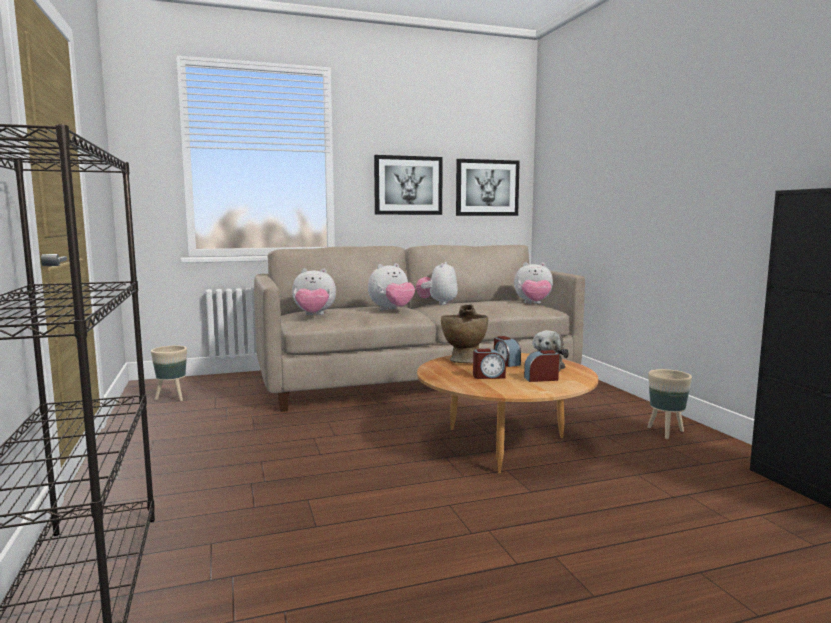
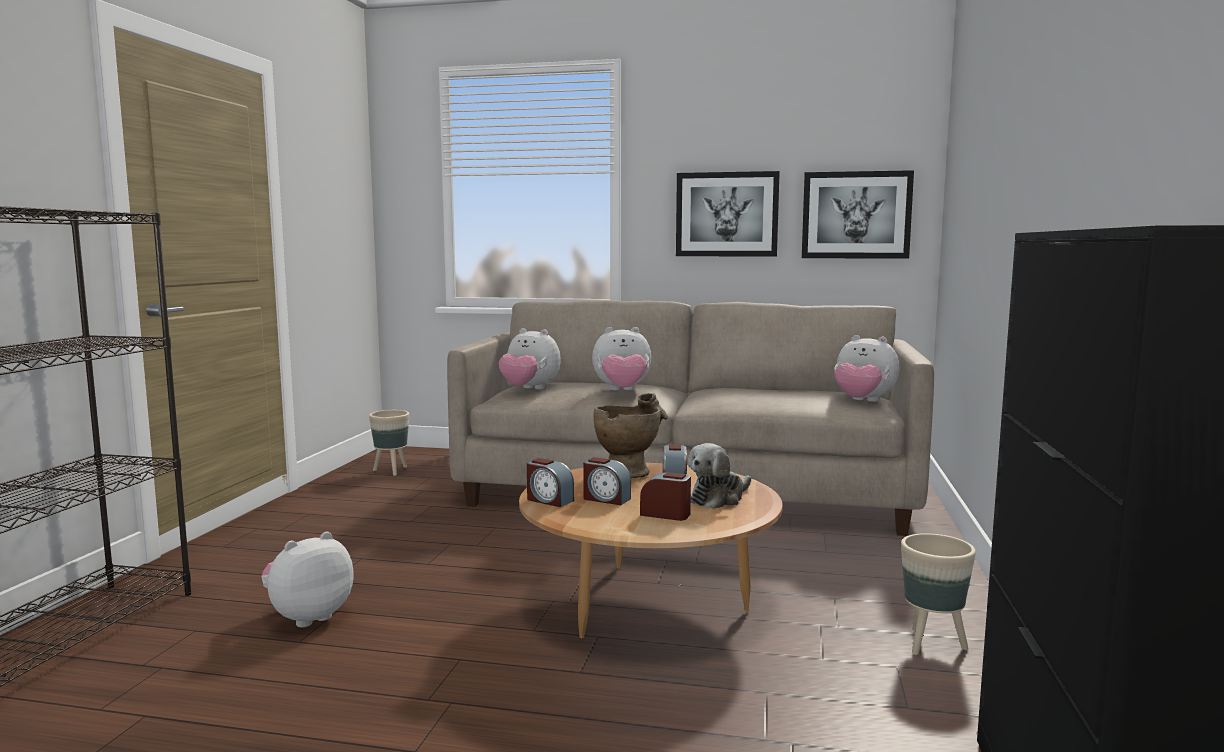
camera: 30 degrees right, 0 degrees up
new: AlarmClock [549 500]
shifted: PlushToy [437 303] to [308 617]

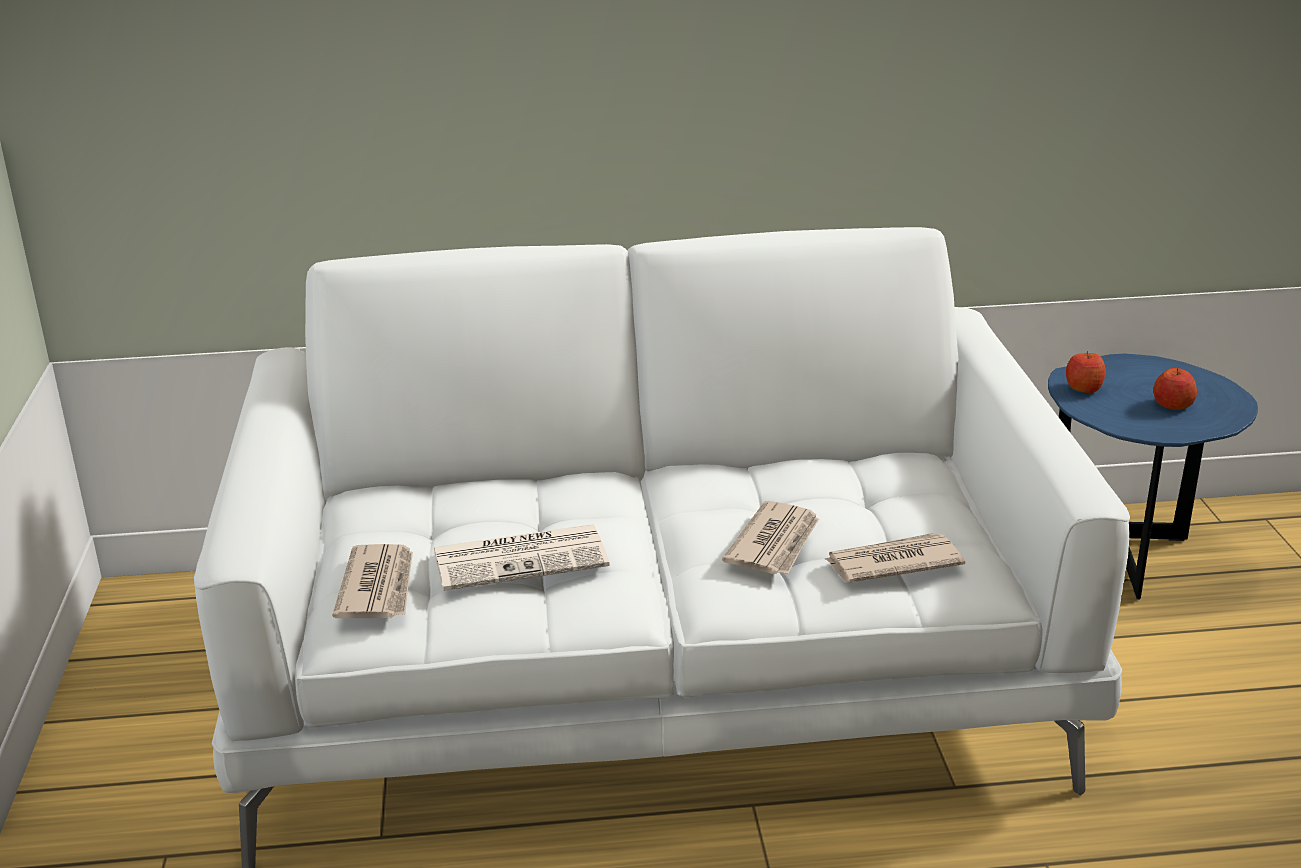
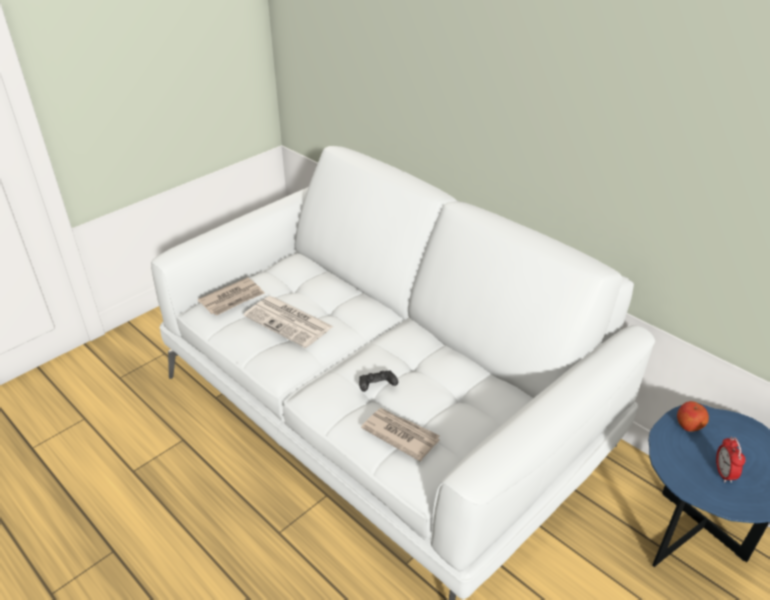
camera: 50 degrees right, 10 degrees up
swapped: Newspaper [775 543] to BlackGameController [377 387]; Apple [1172 405] to AlarmClock [723 473]

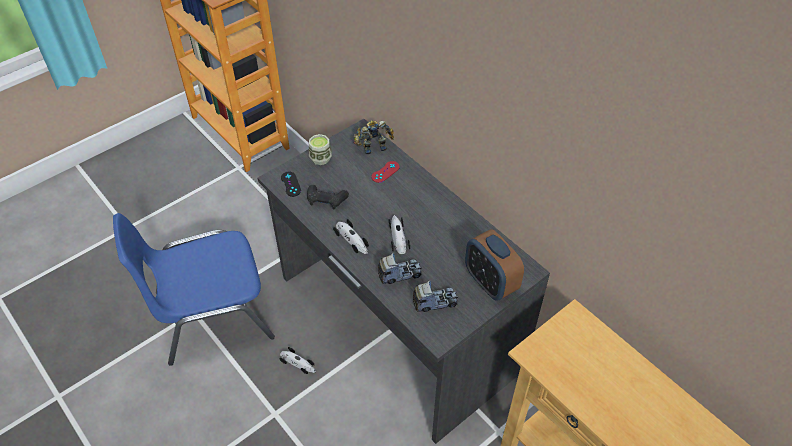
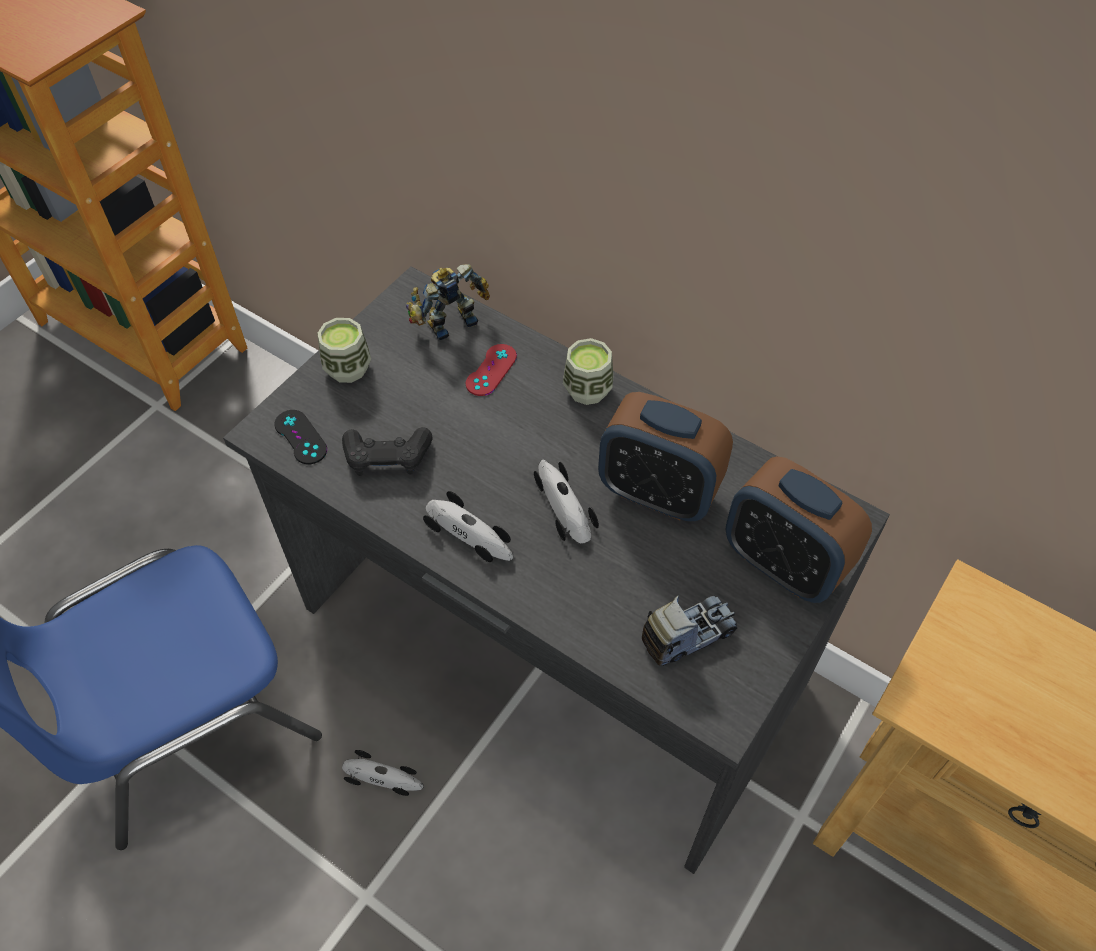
camera: 15 degrees left, 5 degrees up
gone: ToyTruck [399 274]
new: Cup [587 389]; AlarmClock [658 493]

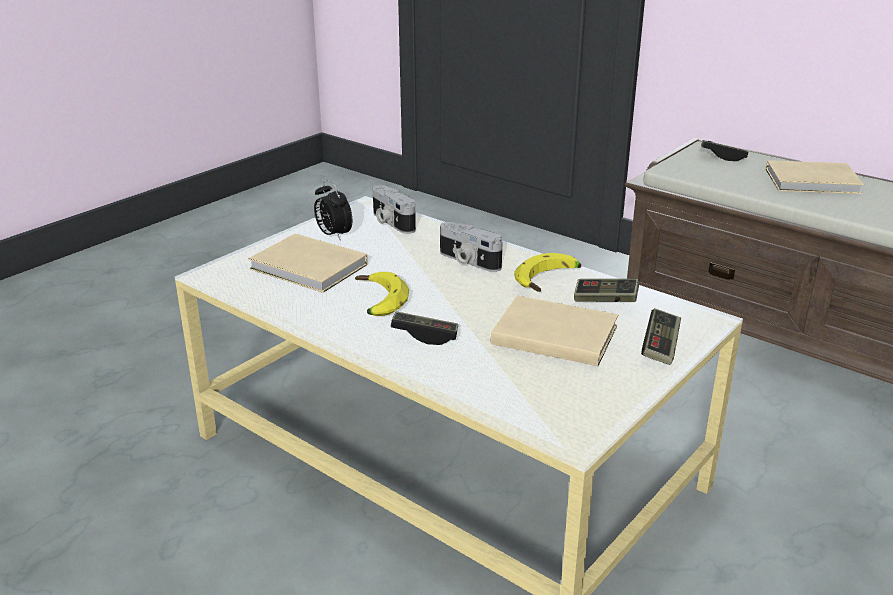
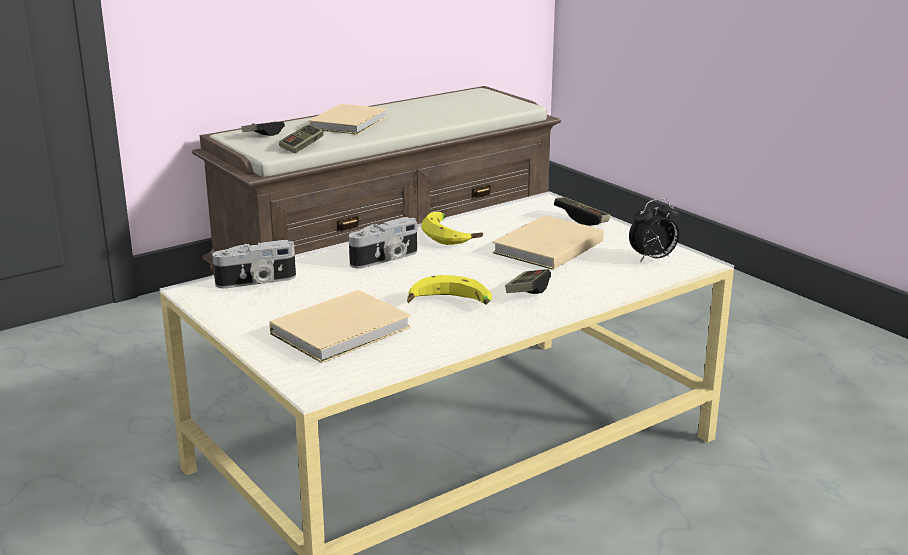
camera: 75 degrees left, 5 degrees down
shifted: AlarmClock [333 235] to [652 259]; GameController [605 300] to [302 147]

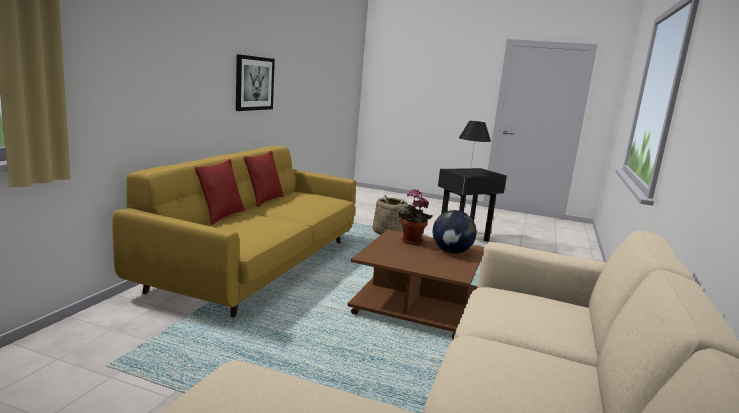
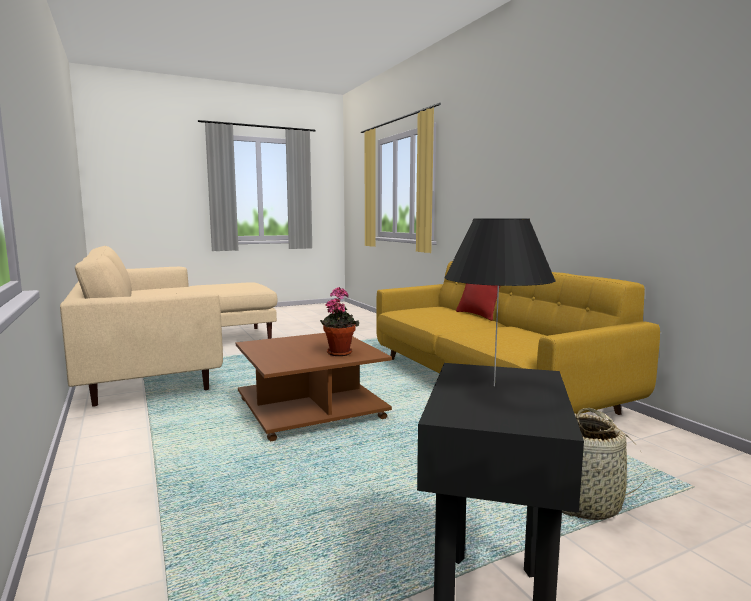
camera: 135 degrees right, 5 degrees down
gone: Picture [254 83]; RedPillow [265 200]; Globe [451 252]

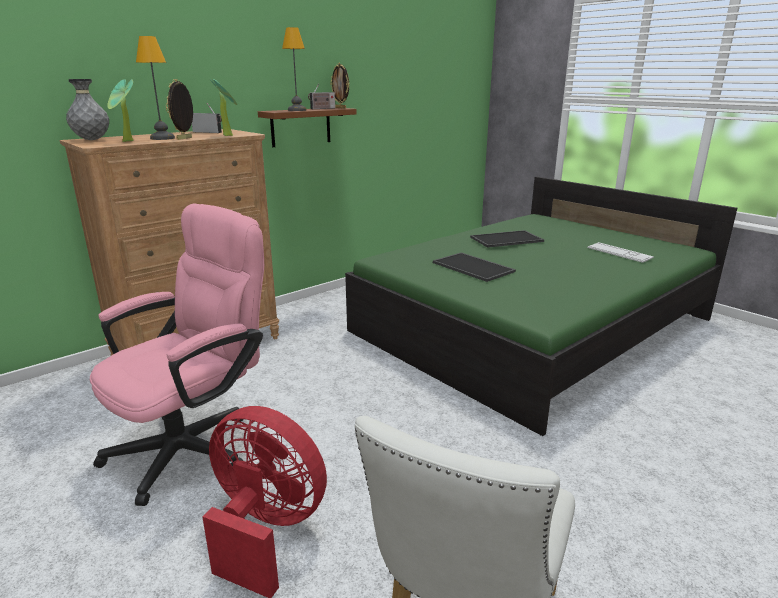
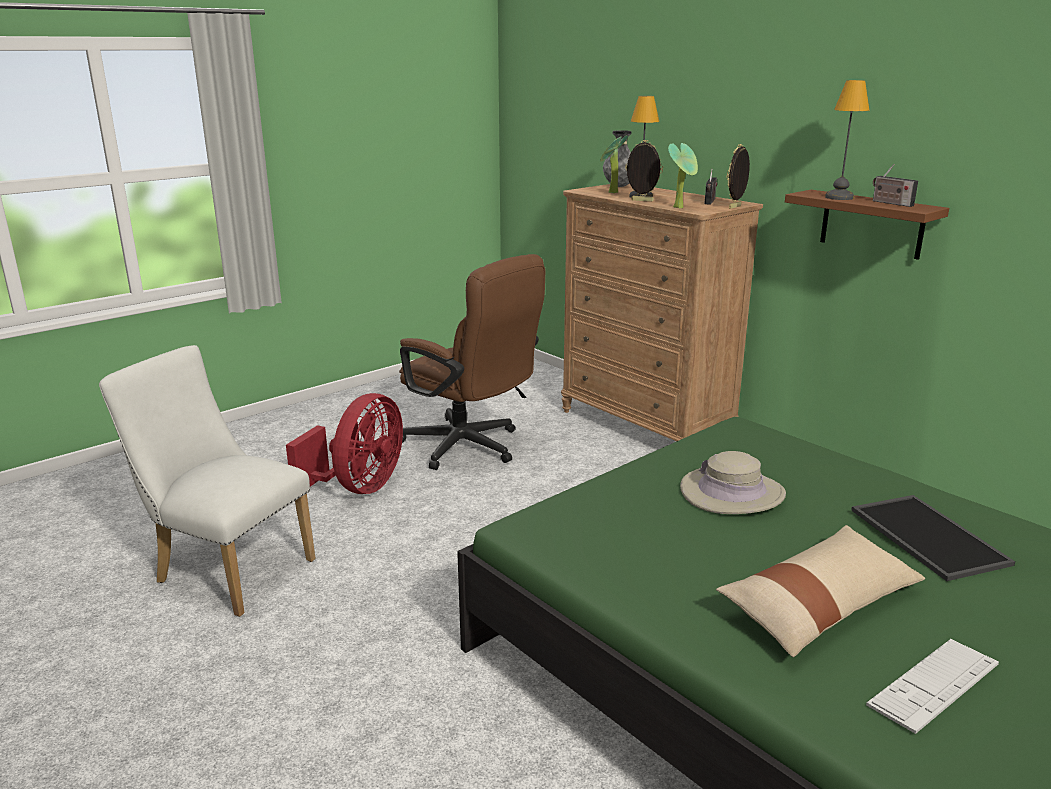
camera: 90 degrees right, 0 degrees up
new: BeigePillow [819 605]
shifted: PictureFrame [341 108] to [735 207]
swapped: Tray [474 267] to BeigeHat [732 493]
repainted: PinkOfficeChair [194 444] to BrownOfficeChair [470 448]

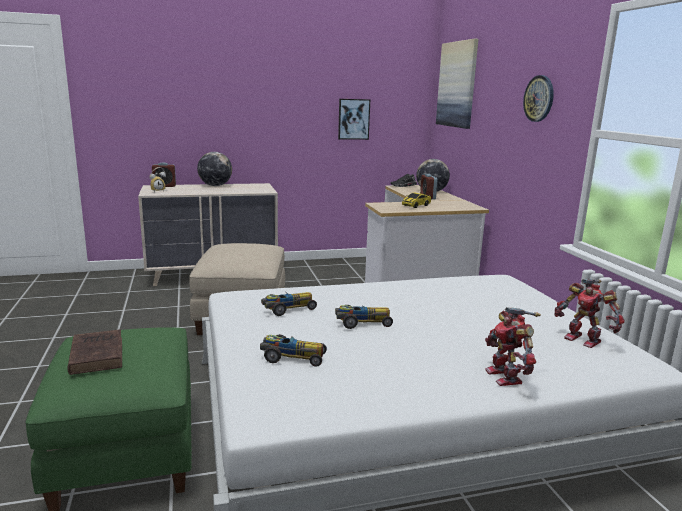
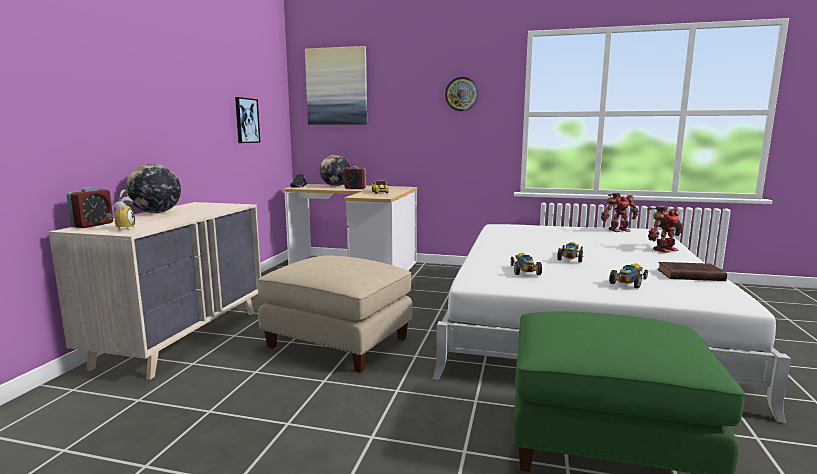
camera: 60 degrees left, 5 degrees down
shifted: BrownBook [97 355] to [688 275]
rotated: ToyRobot [506 376] = [663 249] 45 degrees counterclockwise

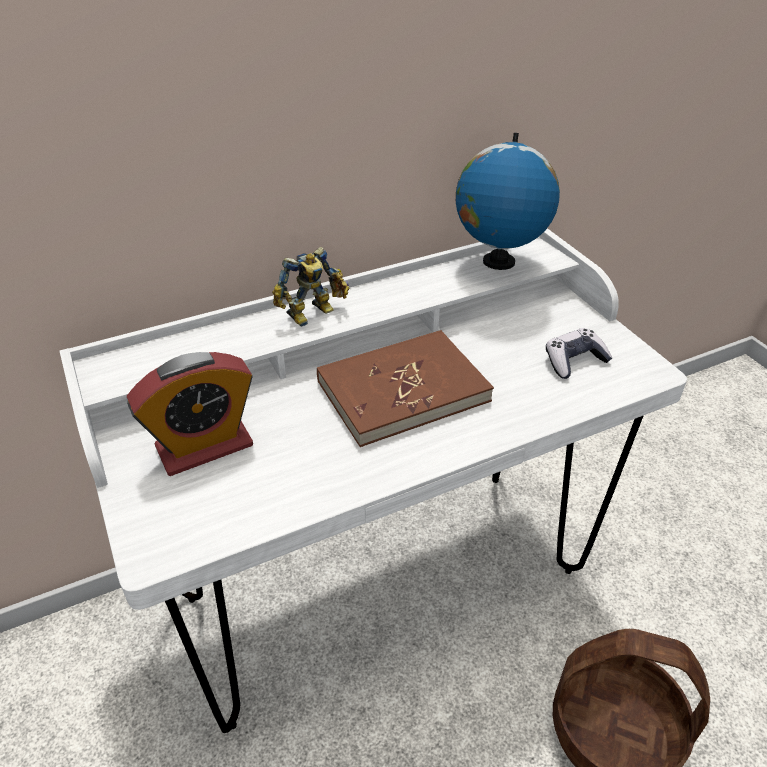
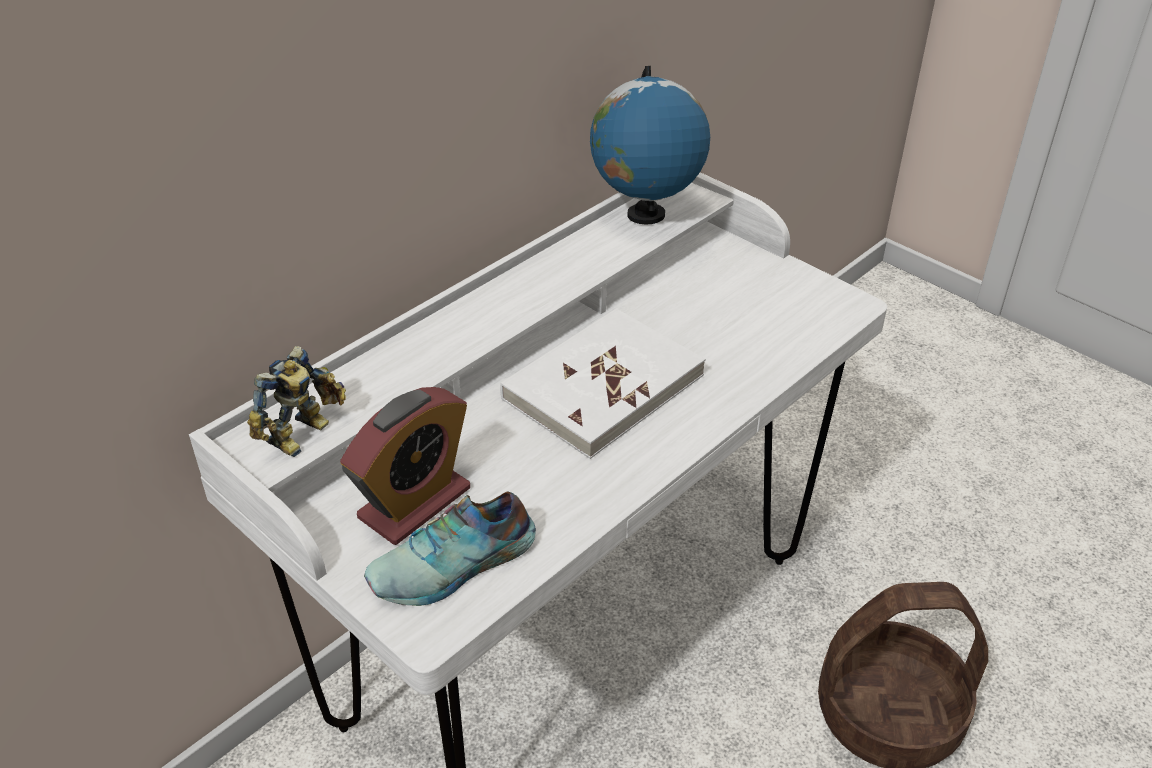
camera: 20 degrees left, 0 degrees up
gone: GameController [574 361]
new: Shoe [455 566]
shifted: ToyRobot [314 314] to [304 434]
repainted: BrownBook [402 390] to WhiteBook [602 387]

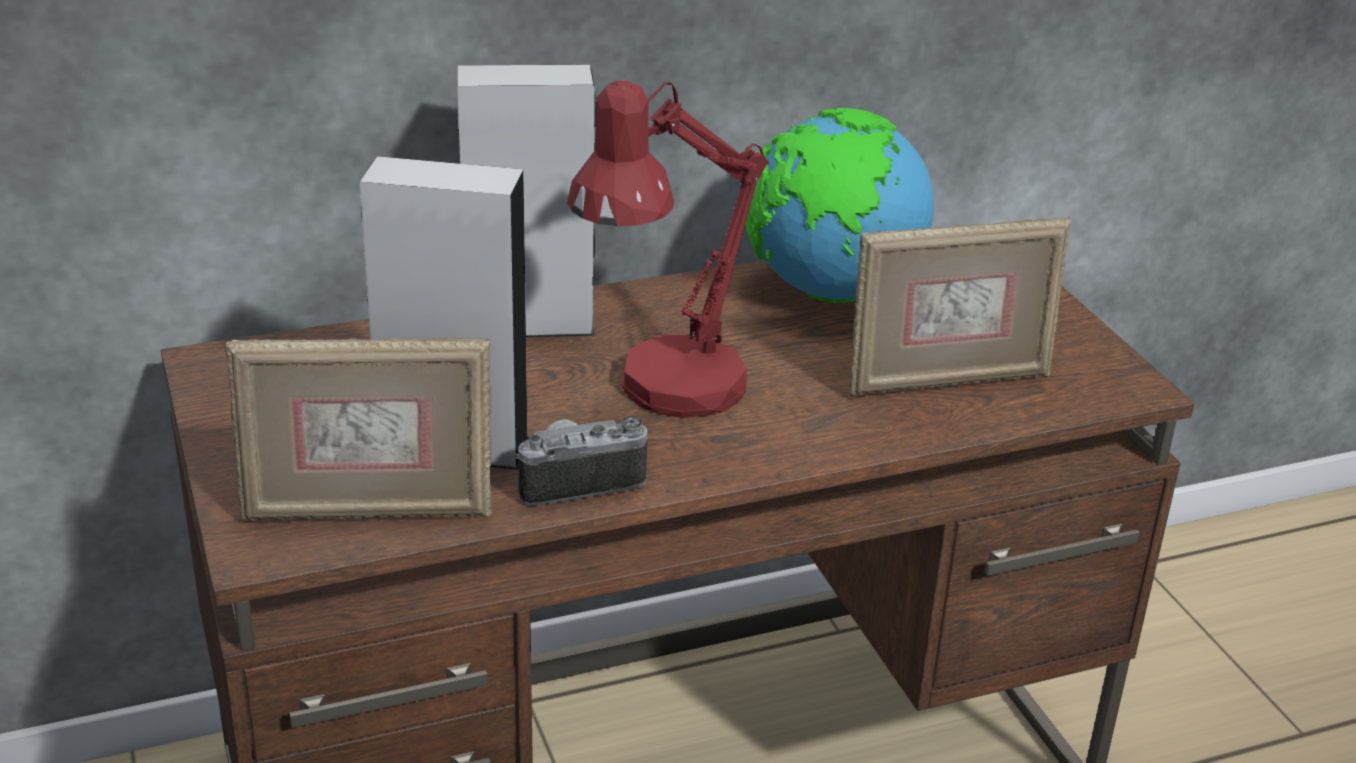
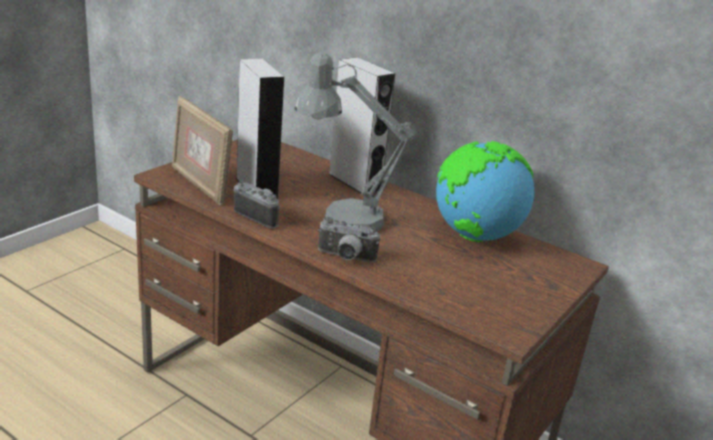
camera: 55 degrees right, 5 degrees down
gone: PictureFrame [946 381]
new: PhotoCamera [345 258]
repainted: RedTableLamp [664 394] to GreyTableLamp [341 218]

